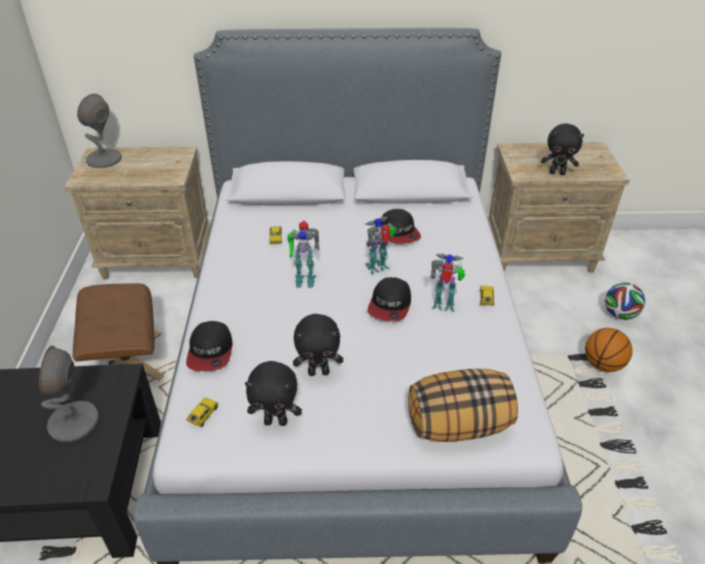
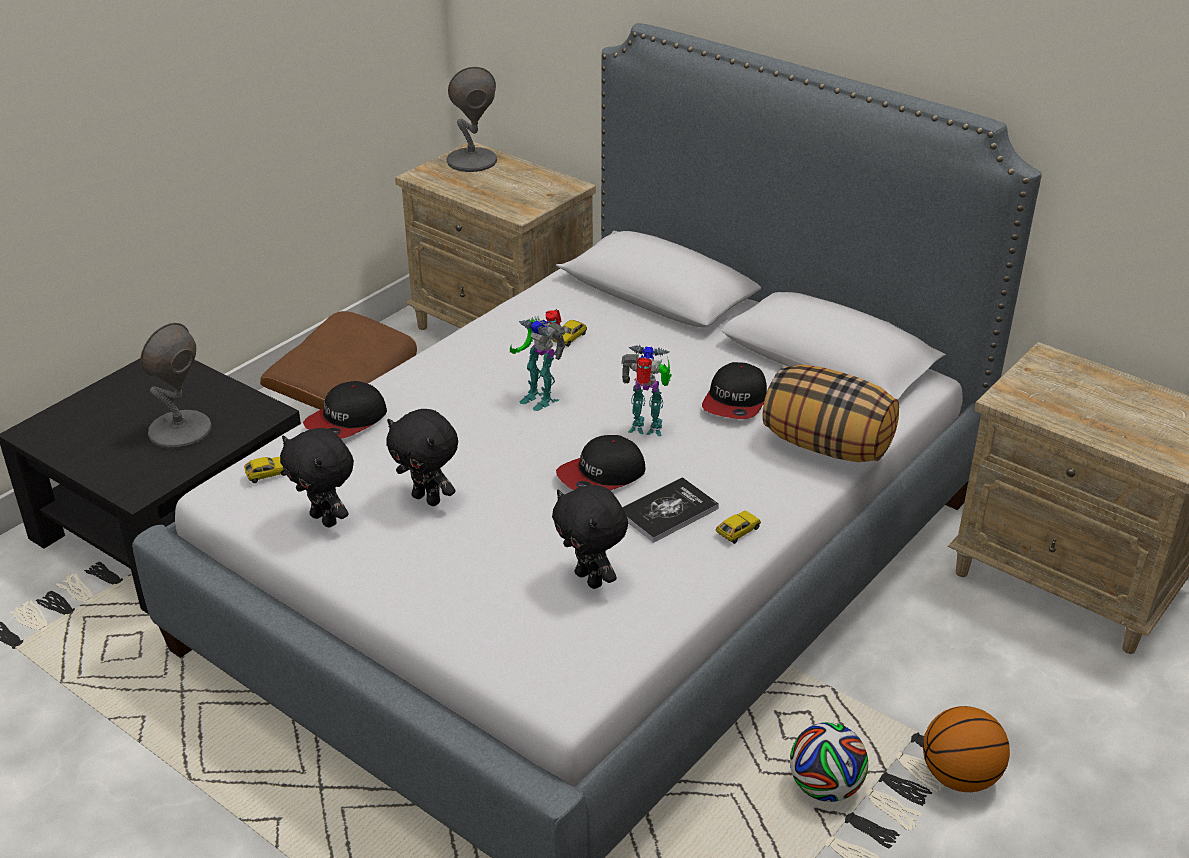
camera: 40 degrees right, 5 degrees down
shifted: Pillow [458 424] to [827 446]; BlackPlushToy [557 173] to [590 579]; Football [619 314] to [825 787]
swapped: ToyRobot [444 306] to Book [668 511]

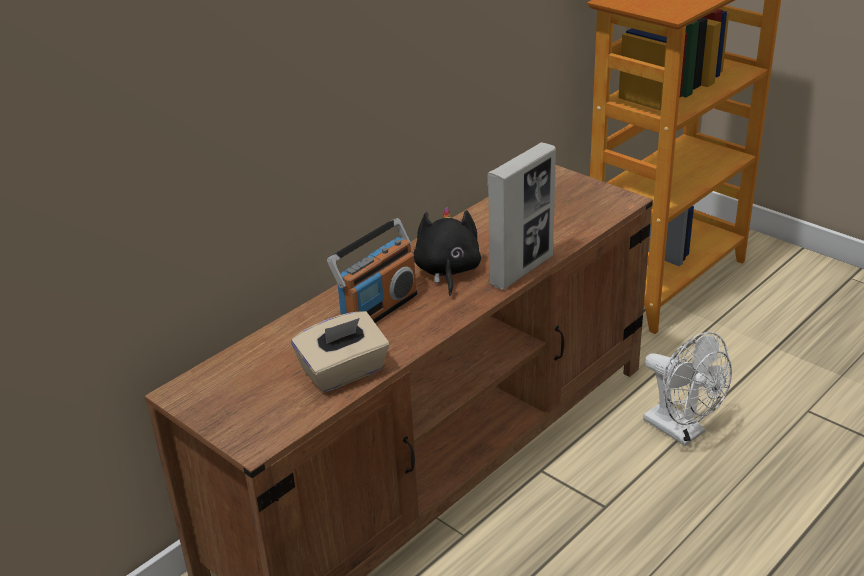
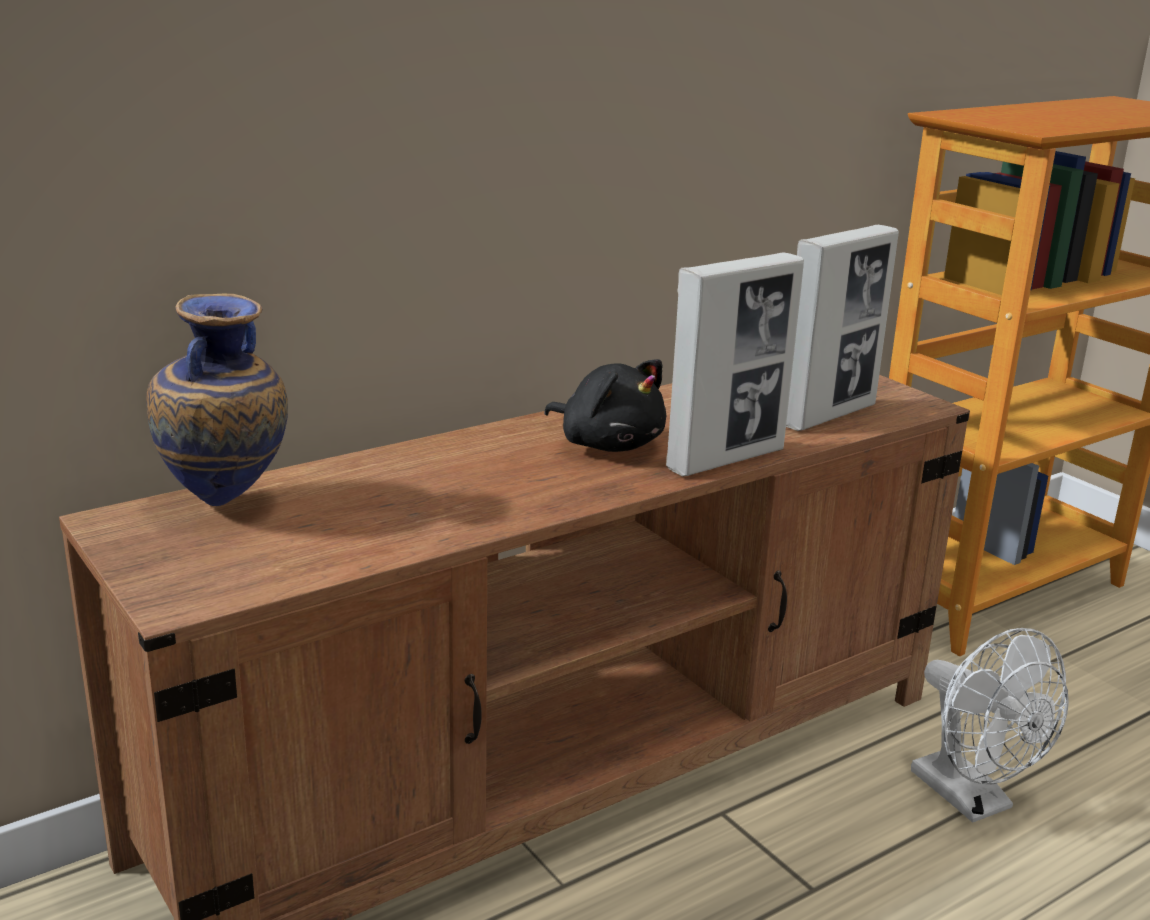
camera: 10 degrees right, 10 degrees down
gone: BeigeTissueBox [344 372]; Radio [378 309]
new: Vase [227 507]; PictureFrame [828 415]
rotated: BlackPlushToy [447 271] = [608 444] 120 degrees clockwise

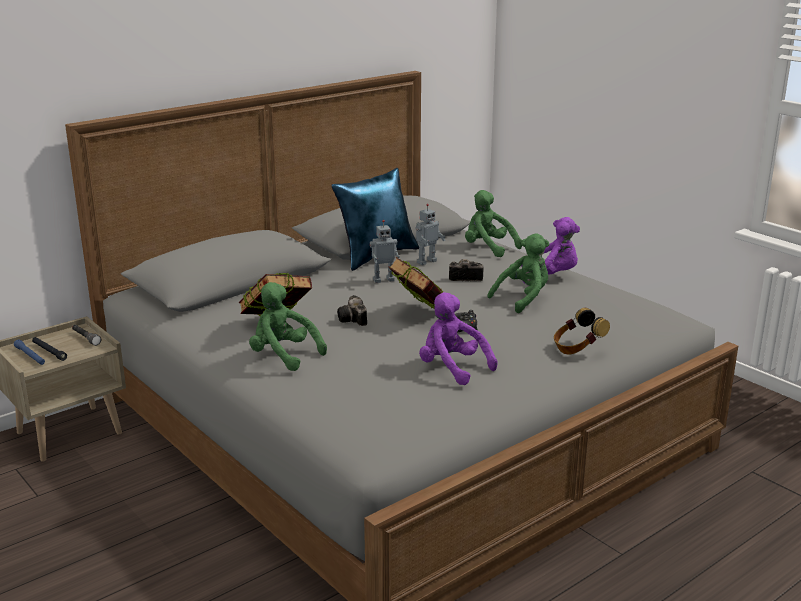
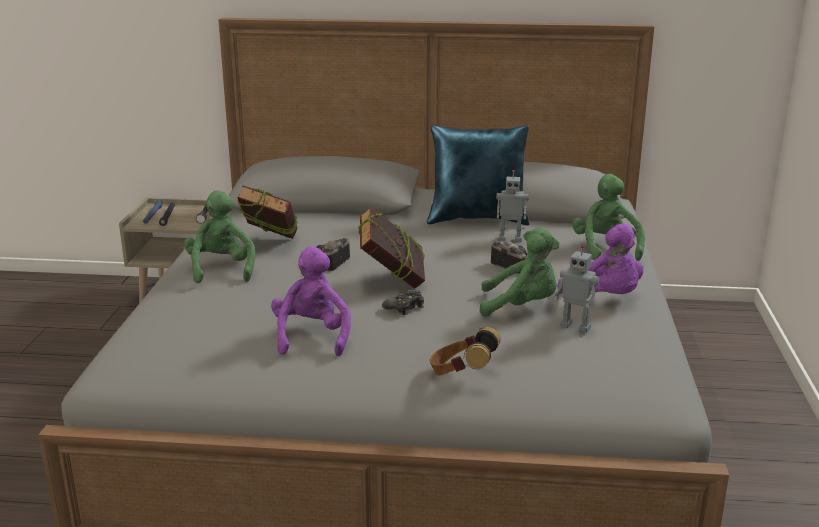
camera: 45 degrees right, 0 degrees up
shifted: ToyRobot [383 279] to [576 326]

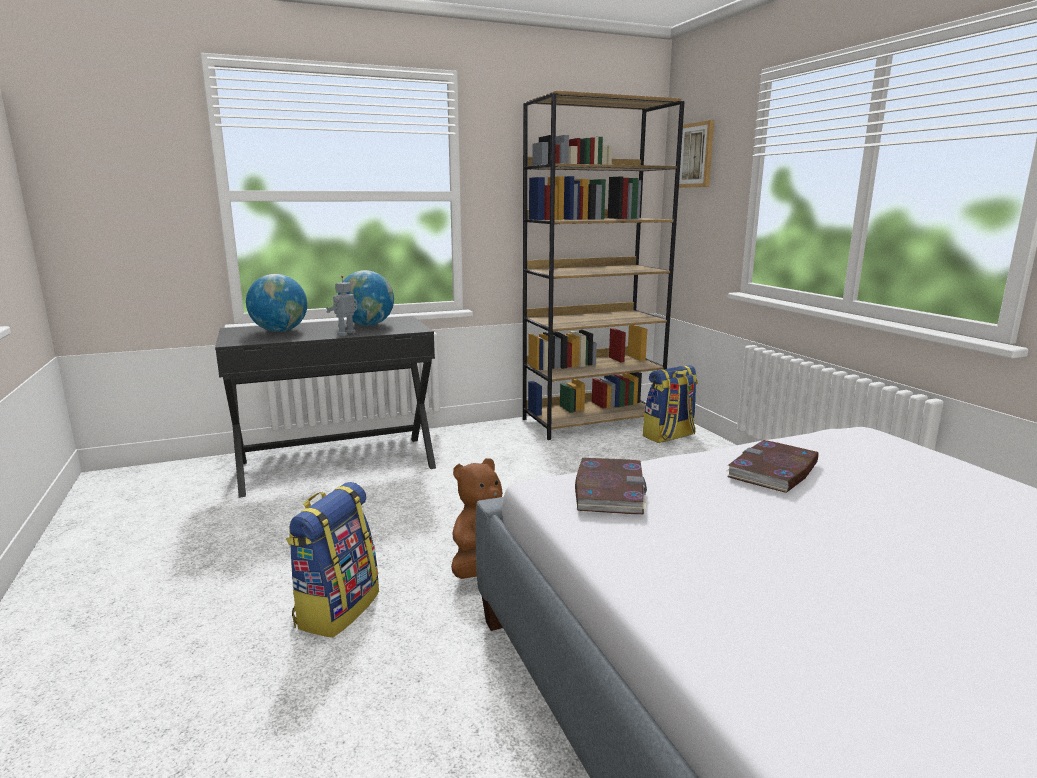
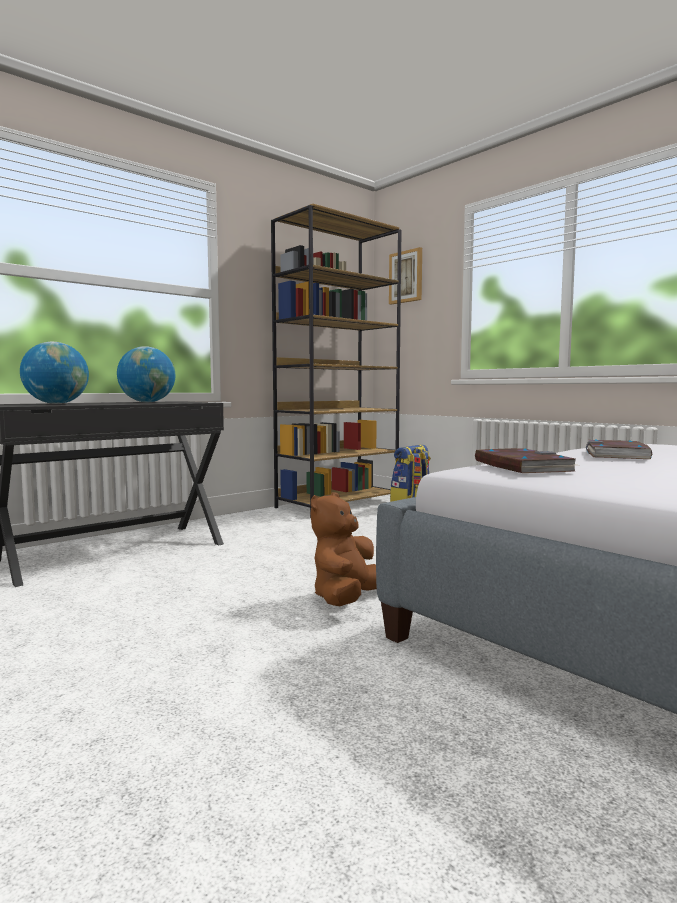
camera: 20 degrees left, 10 degrees down
gone: Backpack [336 609]; ToyRobot [347 334]

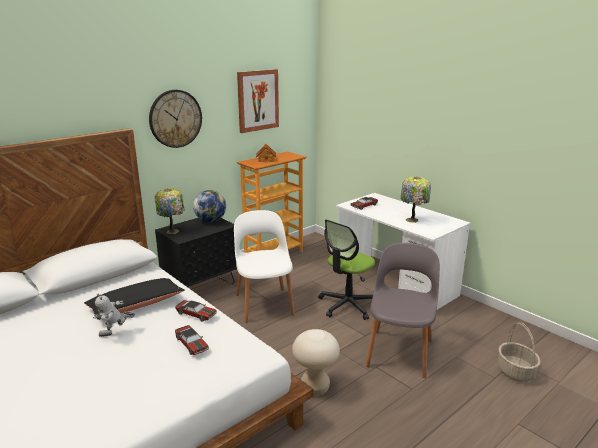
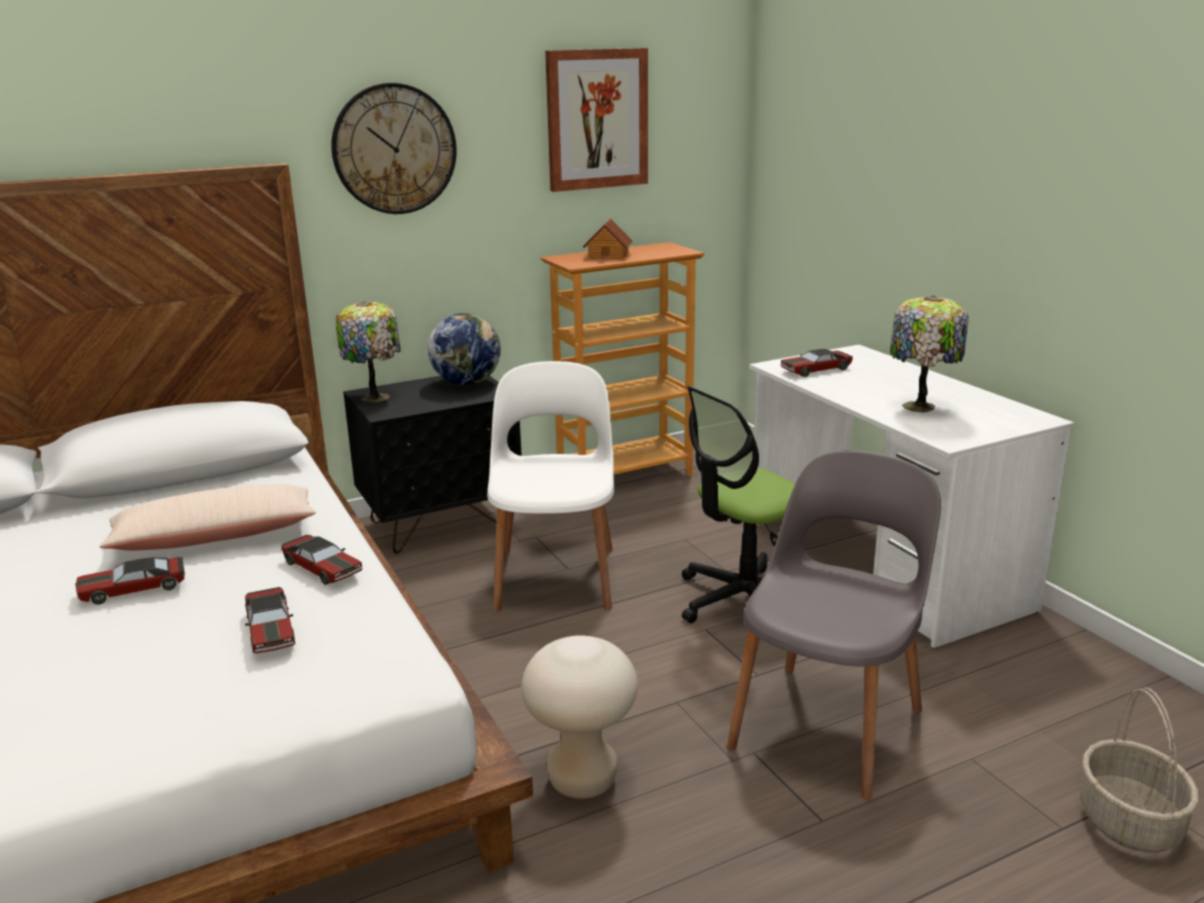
camera: 15 degrees right, 0 degrees up
swapped: ToyRobot [115 334] to ToyCar [133 589]
repainted: BlackPillow [136 305] to BeigePillow [215 537]

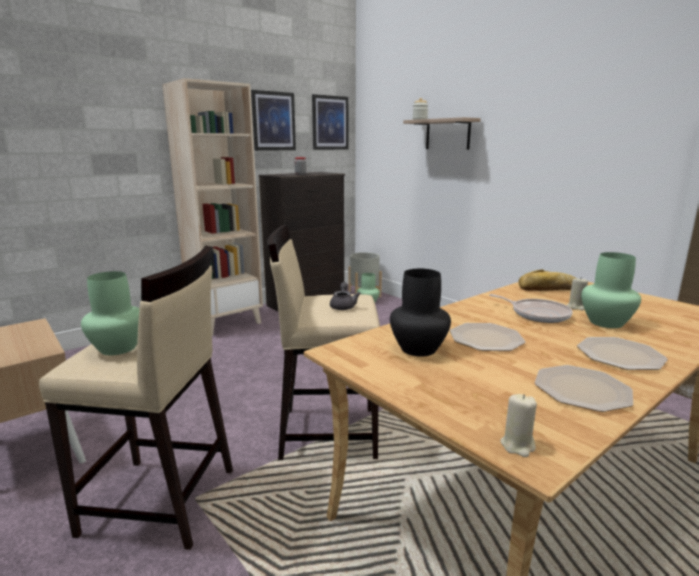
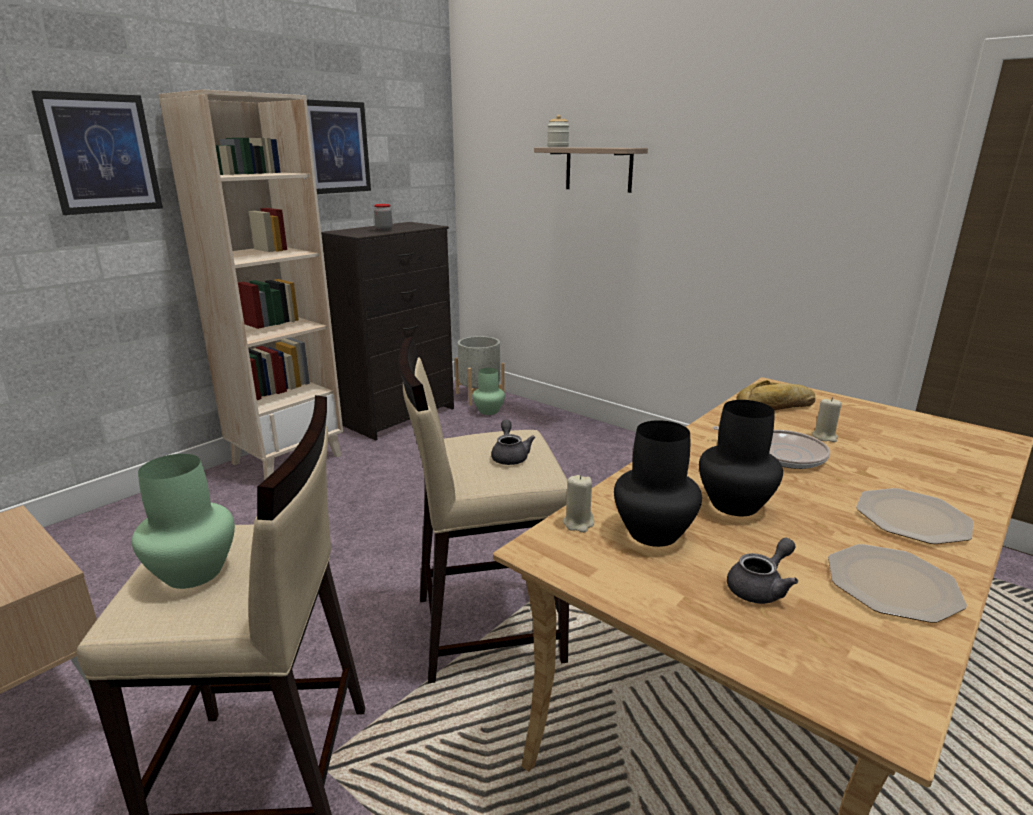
camera: 10 degrees left, 5 degrees up
gone: GreenVase [606 323]
new: GreyTeapot [761 587]
shifted: Picture [330 123] to [101 154]; BeigeCandle [518 445] to [578 523]
swapped: Plate [485 339] to BlackVase [734 505]

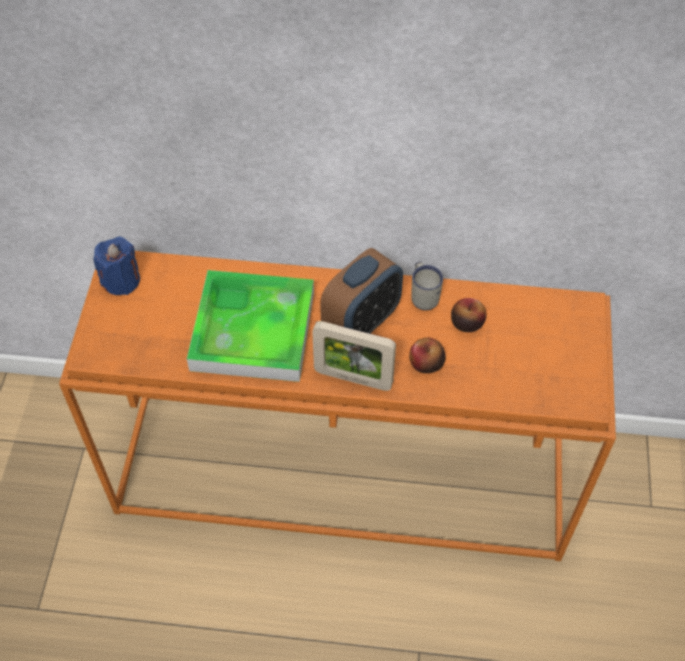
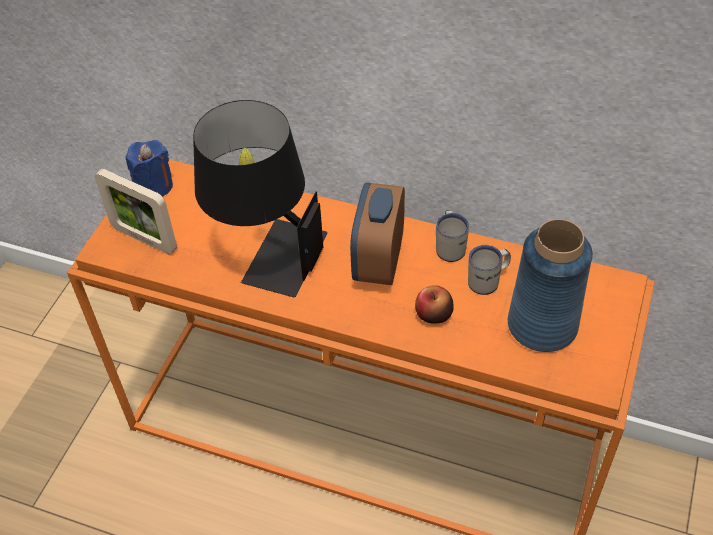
camera: 15 degrees right, 5 degrees down
new: BlueVase [543 325]
shifted: PictureFrame [353 378] to [144 239]
swapped: Tray [253 330] to BlackTableLamp [266 252]; Apple [467 323] to WhiteMug [488 281]
rotated: AlarmClock [361 322] = [378 262] 135 degrees clockwise

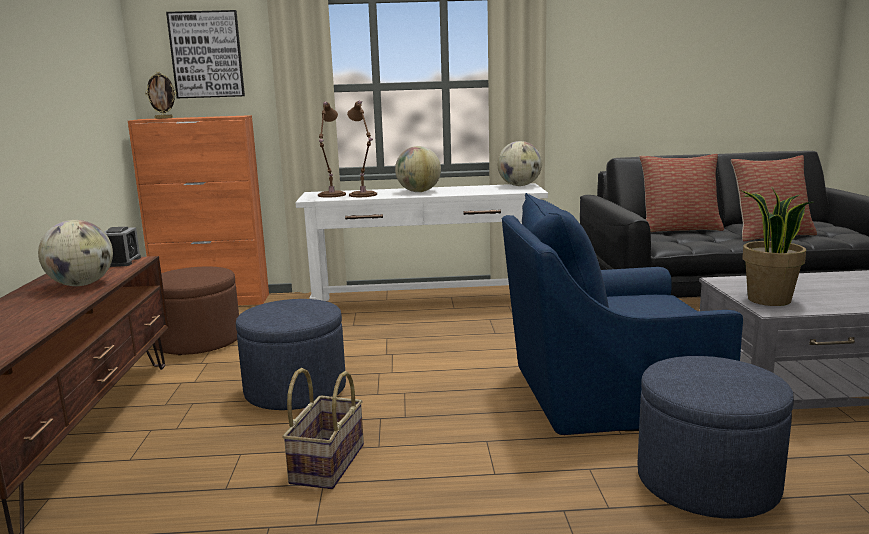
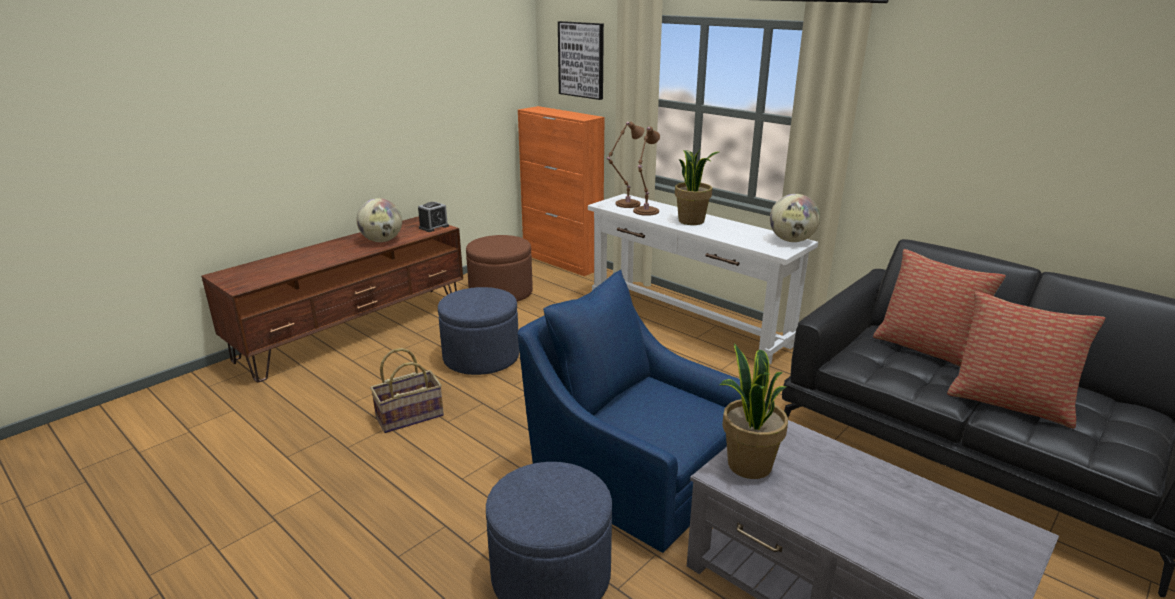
camera: 45 degrees right, 10 degrees up
gone: PictureFrame [164 118]
swapped: Globe [418 192] to PottedPlant [692 221]

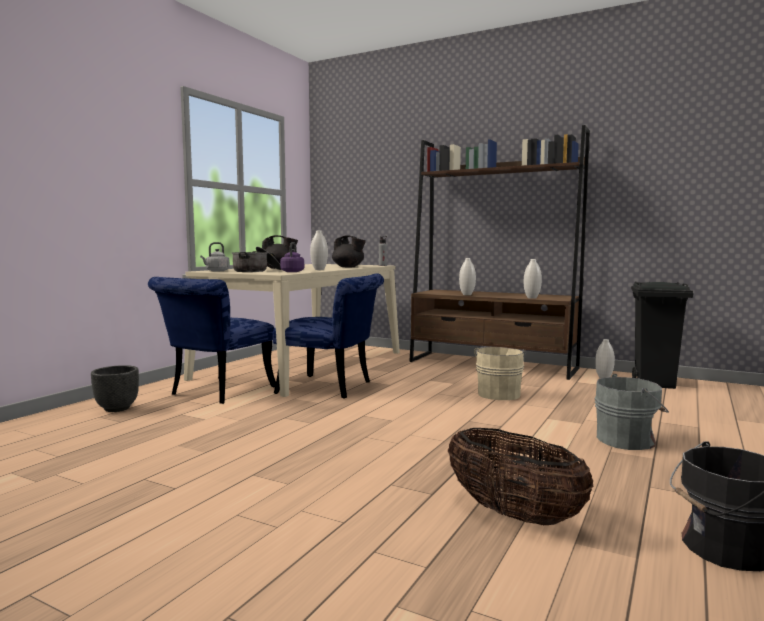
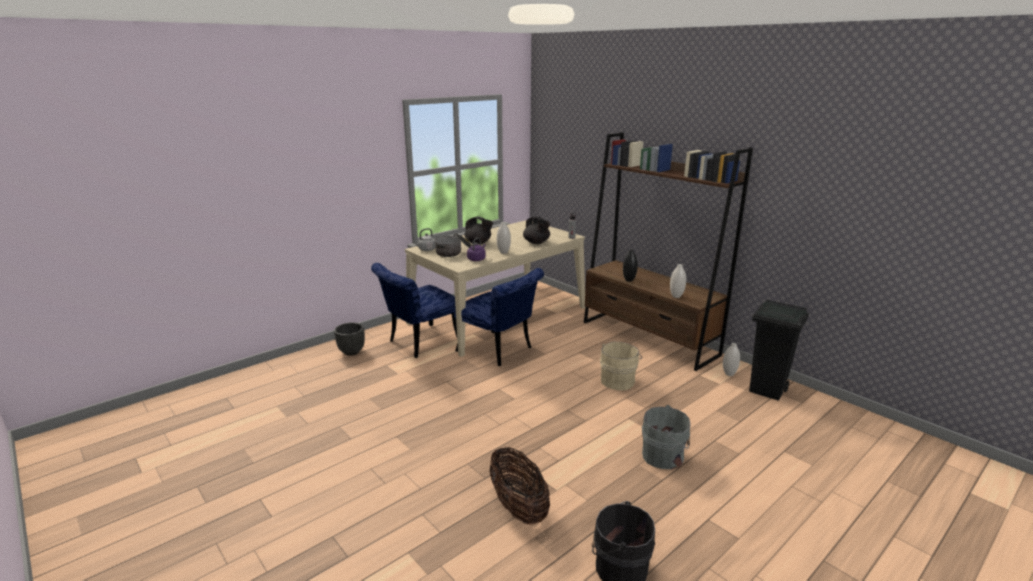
camera: 20 degrees right, 15 degrees up
repainted: WhiteVase [467 295] to BlackVase [629 280]

